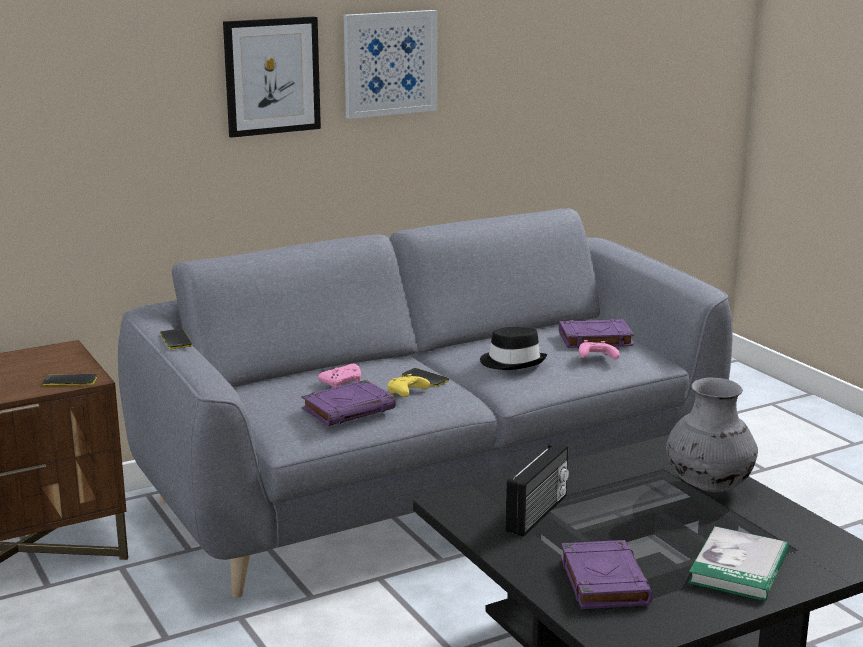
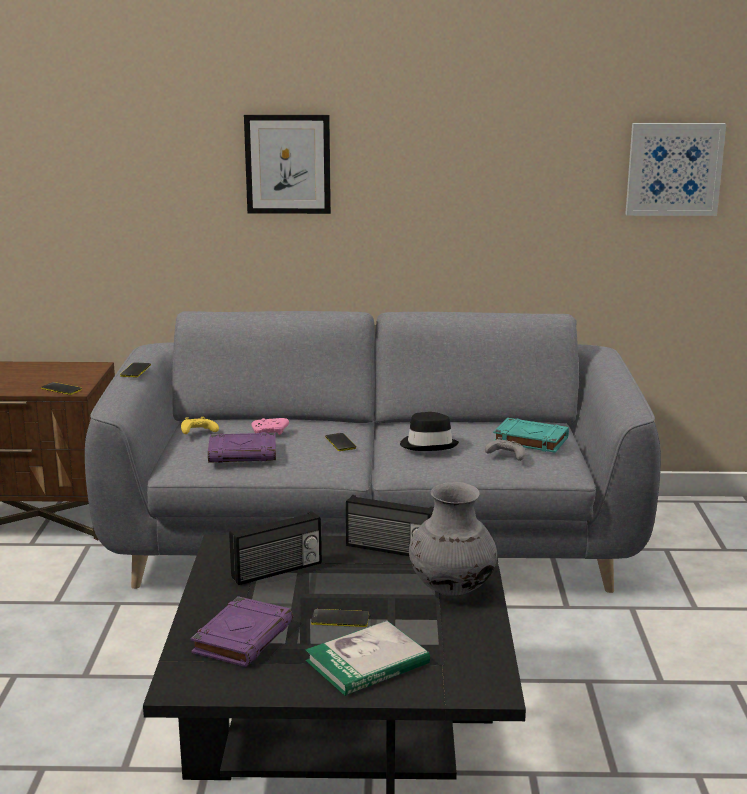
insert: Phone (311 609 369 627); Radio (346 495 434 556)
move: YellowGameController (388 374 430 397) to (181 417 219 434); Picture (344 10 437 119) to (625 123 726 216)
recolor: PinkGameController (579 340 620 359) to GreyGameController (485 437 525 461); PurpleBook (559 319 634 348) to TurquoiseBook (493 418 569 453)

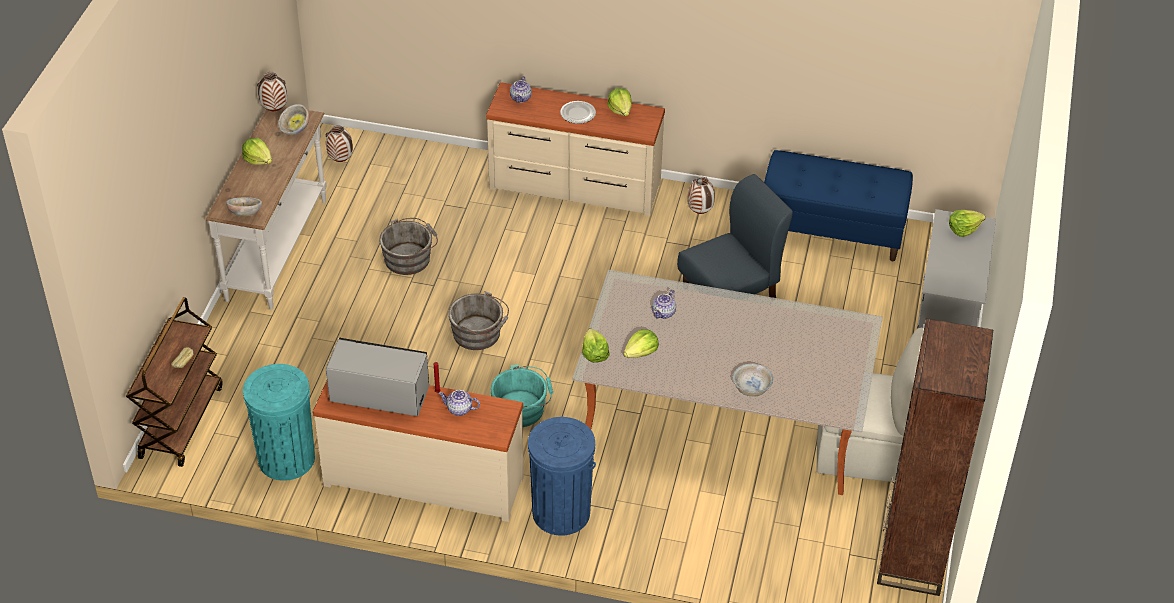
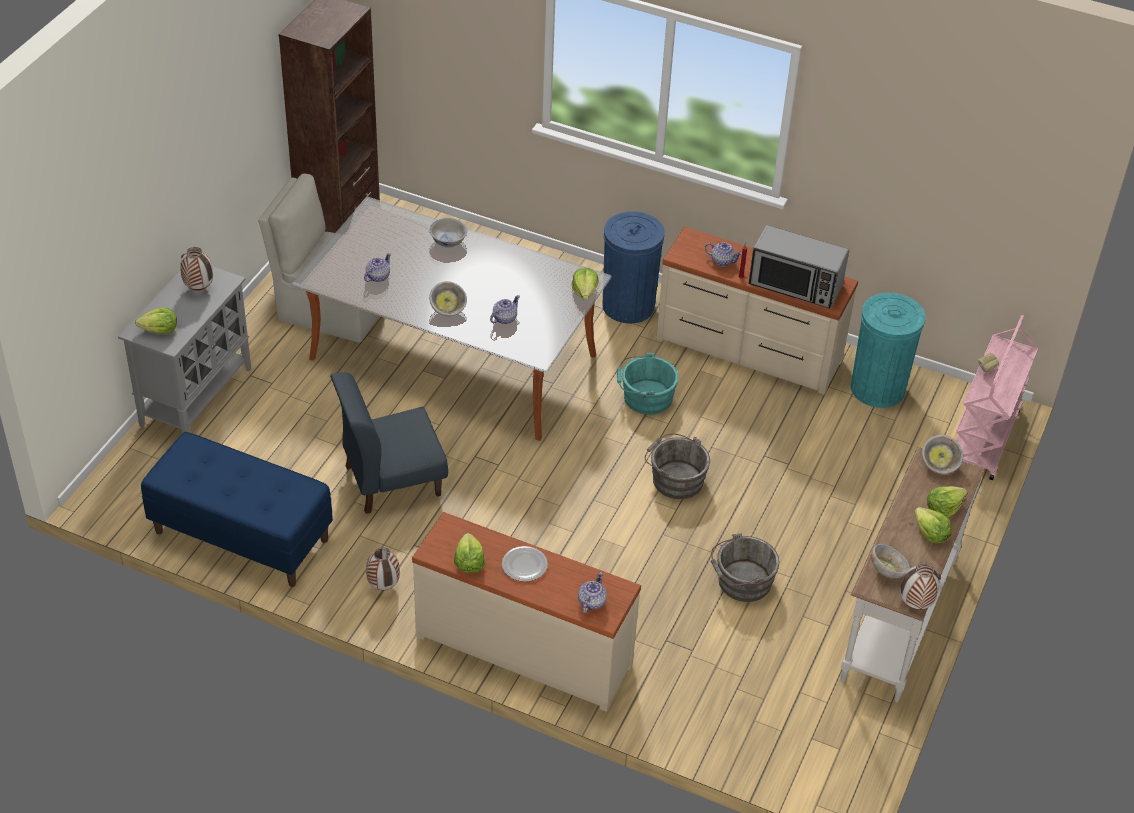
insert: Teapot (364 253 391 282); Bowl (429 281 467 317)
move: Vase (326 125 353 162) to (180 247 213 291); Lettuce (623 329 659 358) to (927 486 967 518)
recolor: BrownCart (126 297 223 467) to PinkCart (956 315 1038 480)

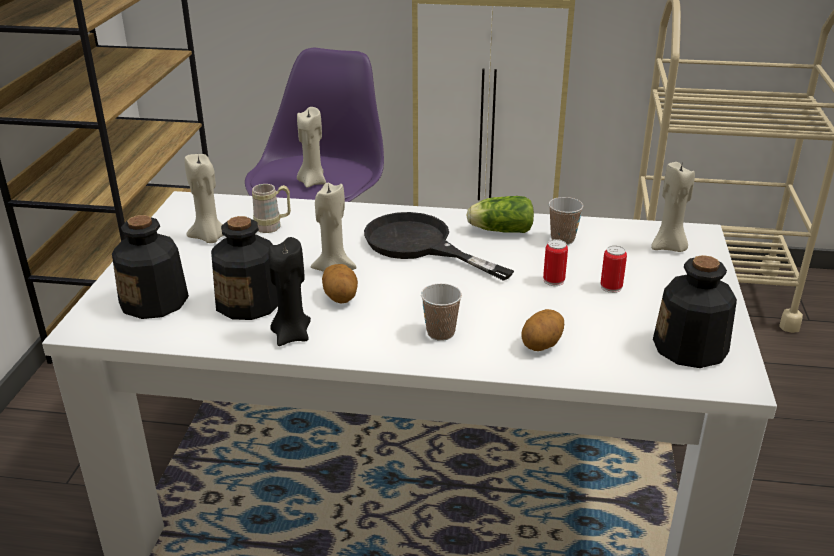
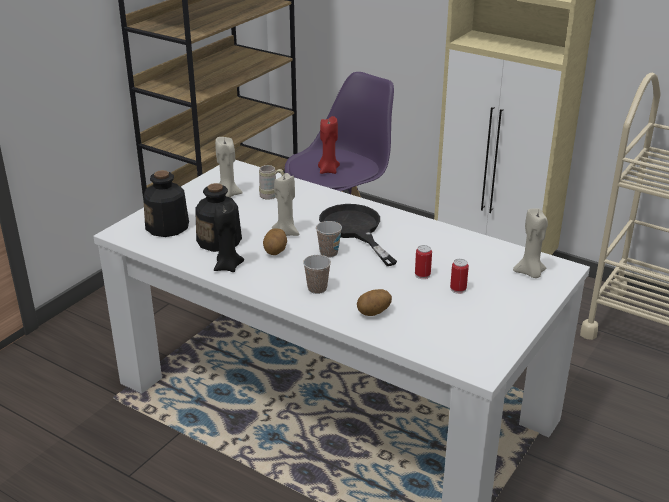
delete: Lettuce (466 196 534 233); Bottle (653 255 737 368)
move: Cup (549 197 584 245) to (316 221 342 258)
recolor: BeigeCandle (297 107 326 188) to RedCandle (318 116 340 174)

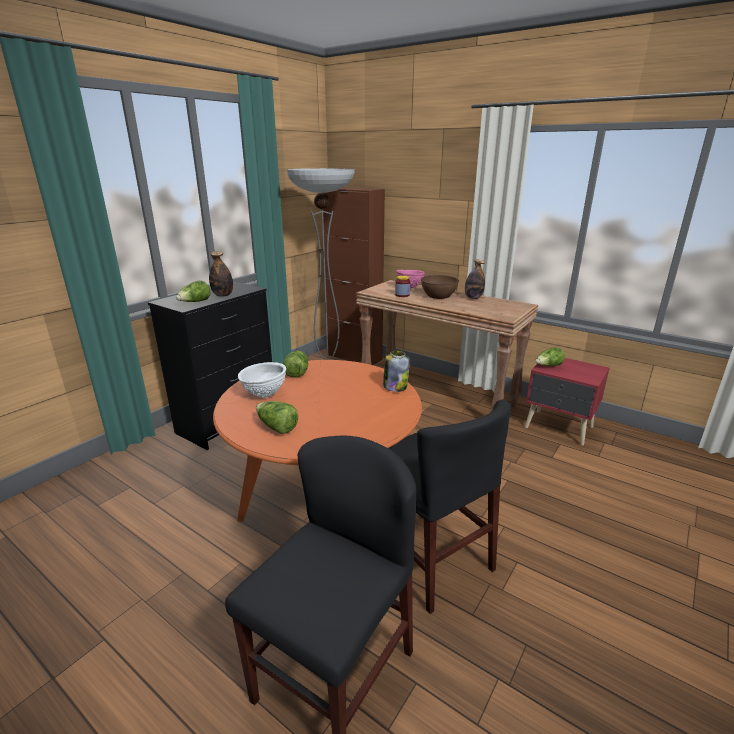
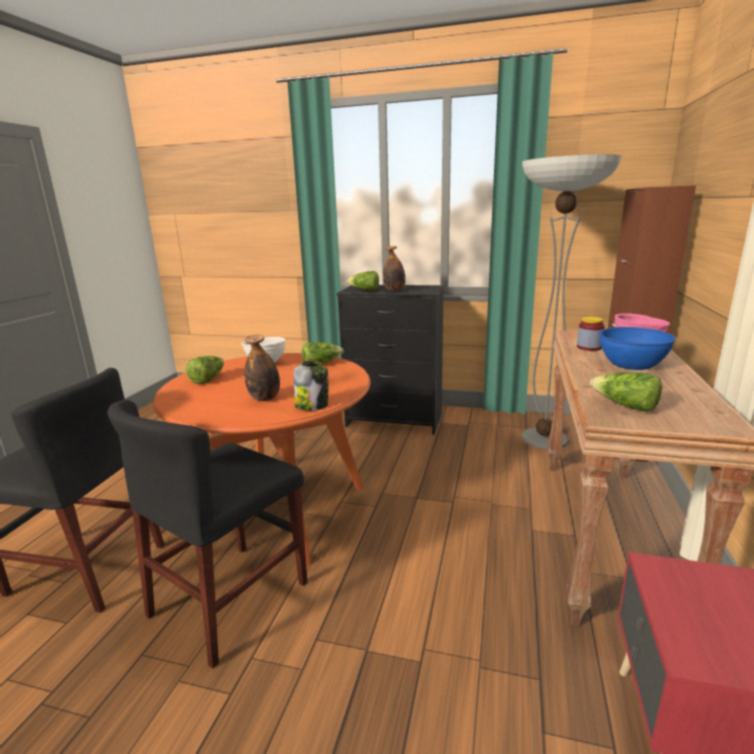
move: Bottle (465 259 485 299) to (245 334 280 401); Lettuce (535 347 565 366) to (590 372 662 412)
recolor: BrownBowl (421 275 459 299) to BlueBowl (599 327 676 370)

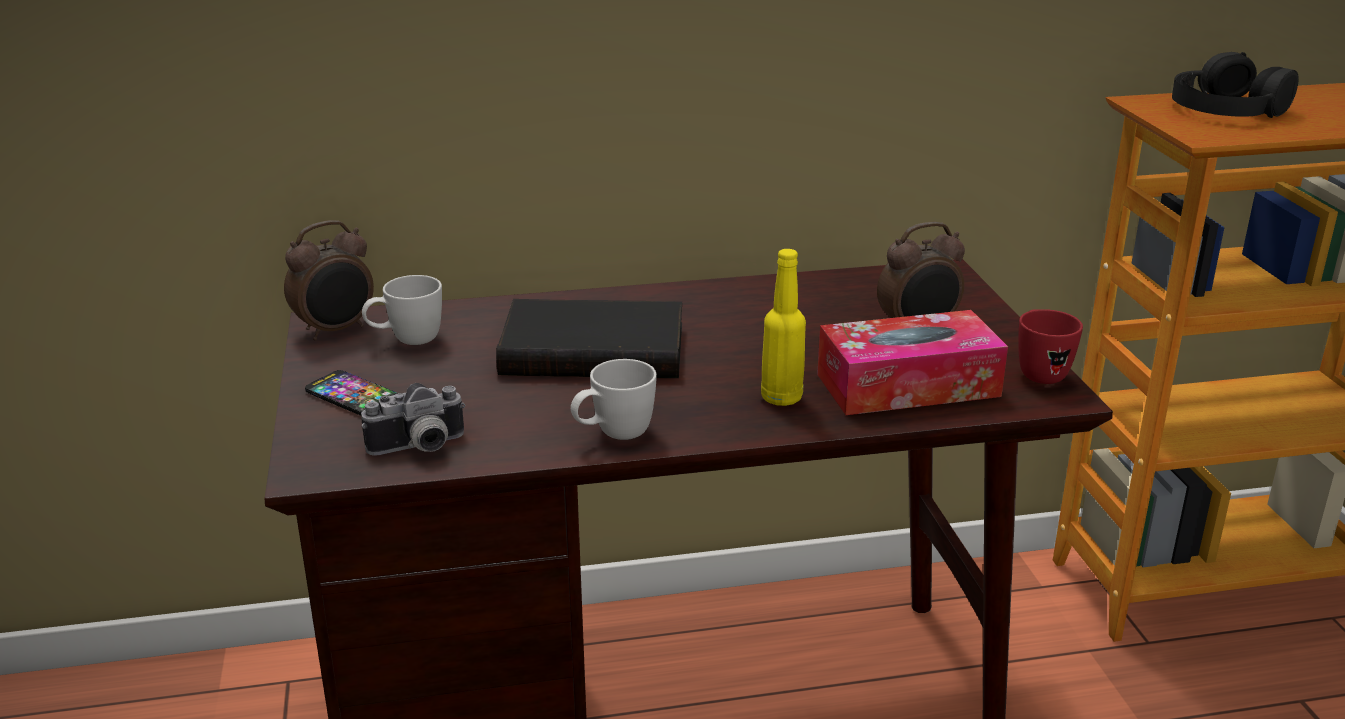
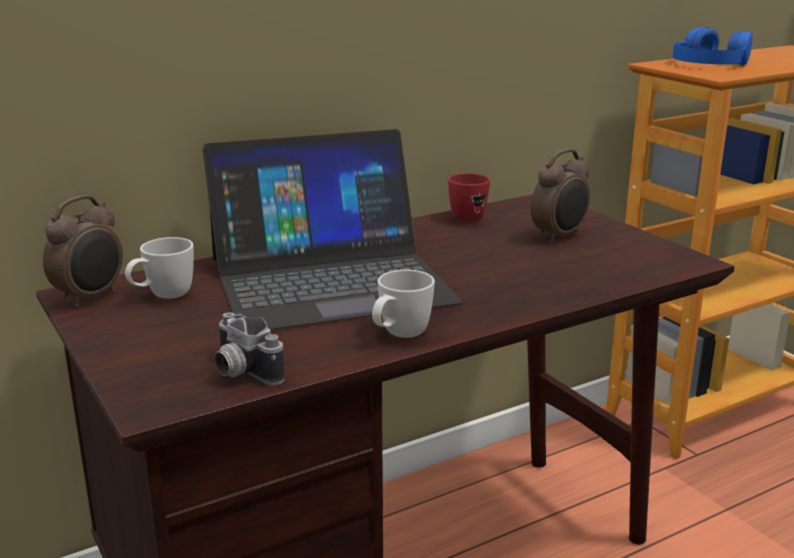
delete: Phone (305 370 398 416); YellowBottle (761 249 806 406); TissueBox (817 310 1008 415)
move: RedMug (1018 309 1083 384) to (448 173 490 222)
replace: BlackBook (496 299 682 378) to Laptop (203 129 462 330)
recolor: BlackHeadphones (1172 52 1299 118) to BlueHeadphones (673 27 753 66)
rotate: PhotoCamera (361 383 466 456) = (214 312 285 385) 90 degrees clockwise

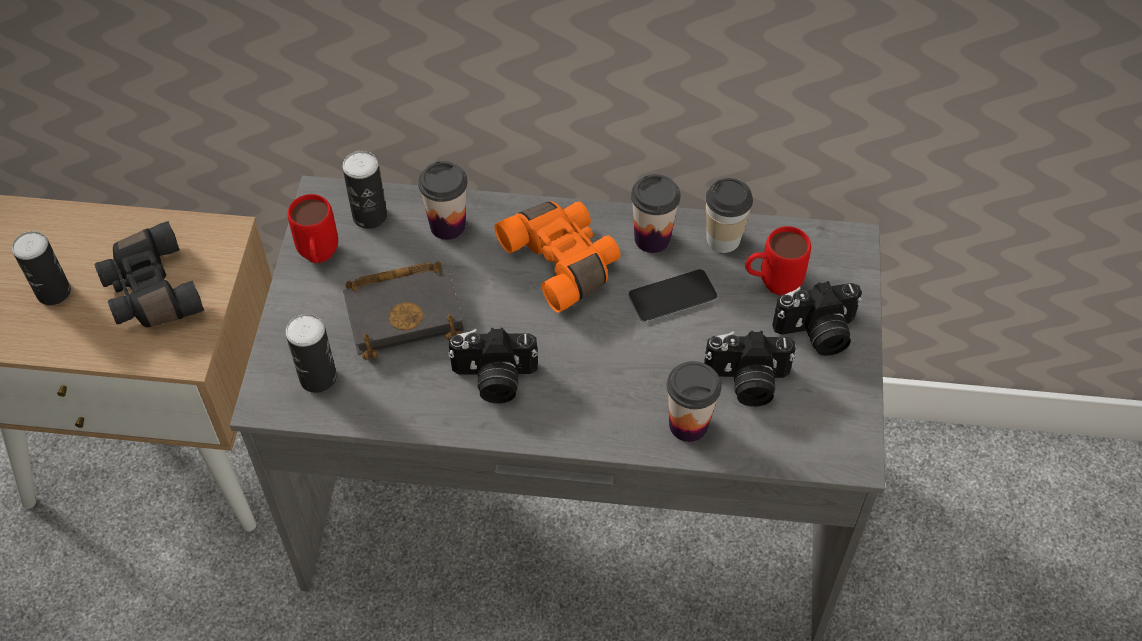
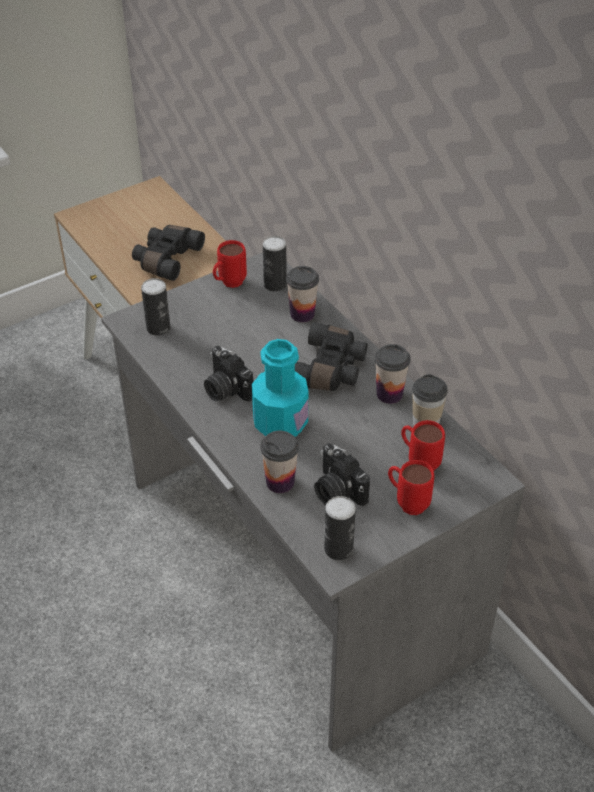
delete: BlackBook (343 261 464 360); Phone (628 269 717 322)
insert: TurquoiseBottle (252 339 308 437)
move: Can (12 231 71 305) to (324 496 356 560)
replace: PhotoCamera (772 281 862 356) to RedMug (388 460 434 515)
recolor: OrangeBinoculars (494 201 620 313) to BlackBinoculars (295 322 368 391)

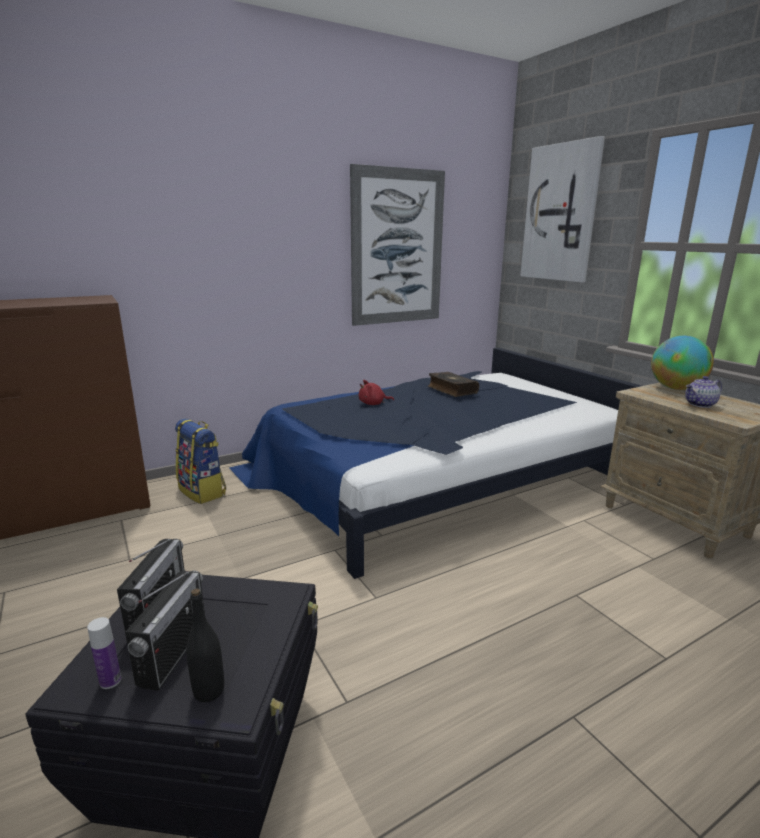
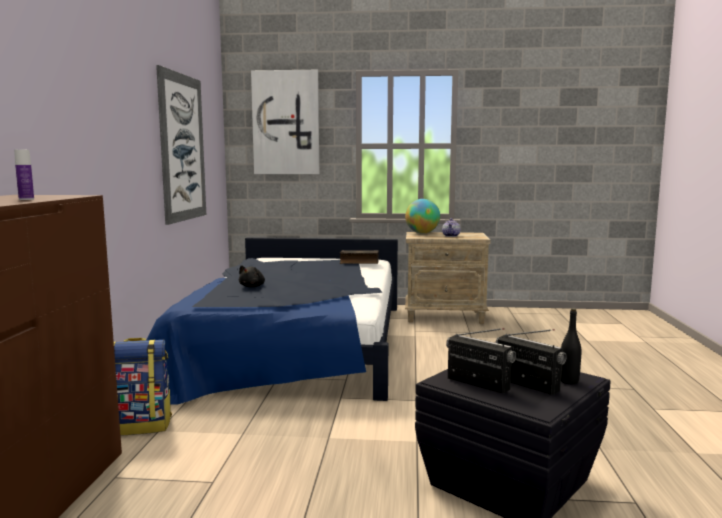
move: Bottle (87 617 121 689) to (14 150 34 200); Book (428 372 479 397) to (339 250 379 264)
recolor: RedPlushToy (359 380 394 405) to BlackPlushToy (239 265 265 287)

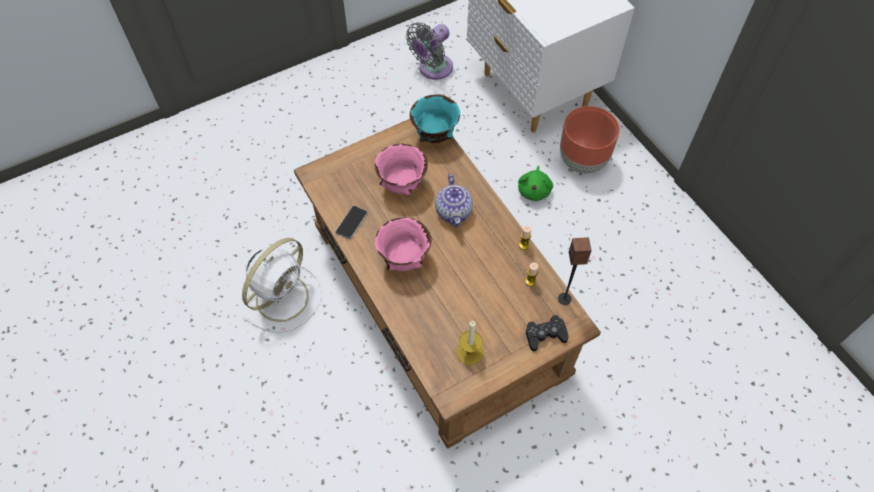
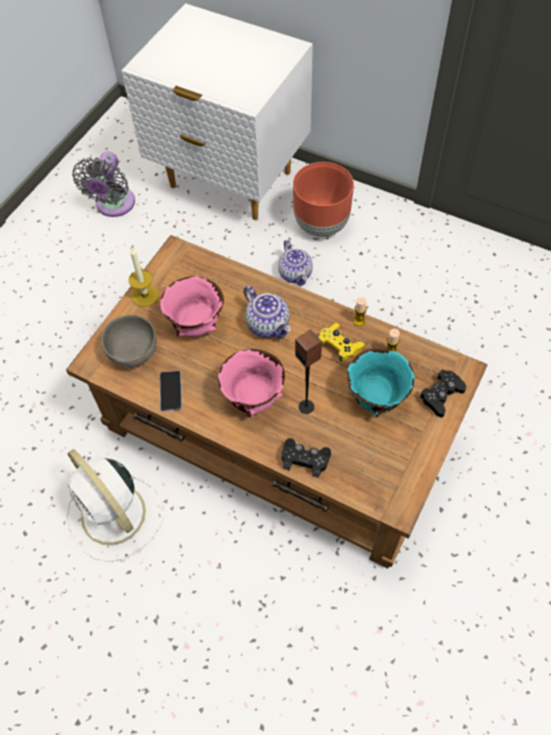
insert: GreyBowl (101 315 157 367); BlackGameController (281 438 331 478); YellowGameController (319 323 365 363)
move: Candle (456 321 484 365) to (129 248 159 307); Speaker (558 237 592 305) to (295 330 322 414); TurquoiseBowl (410 95 460 143) to (347 348 415 418)
replace: GreenPlushToy (518 166 553 201) to Teapot (278 240 313 286)
rotate: WhiteFan (242 238 322 333) = (66 449 164 562) 135 degrees clockwise

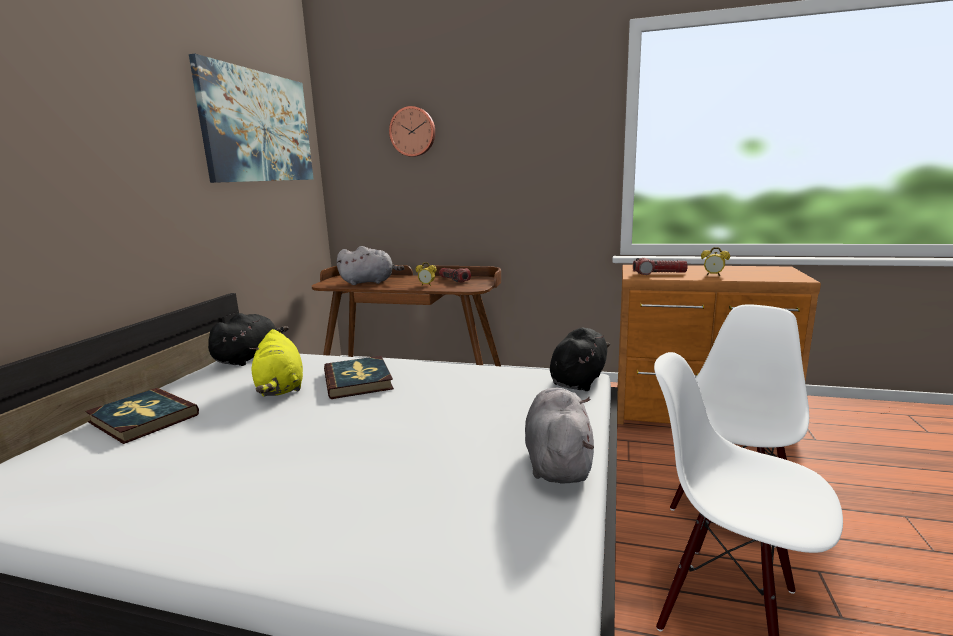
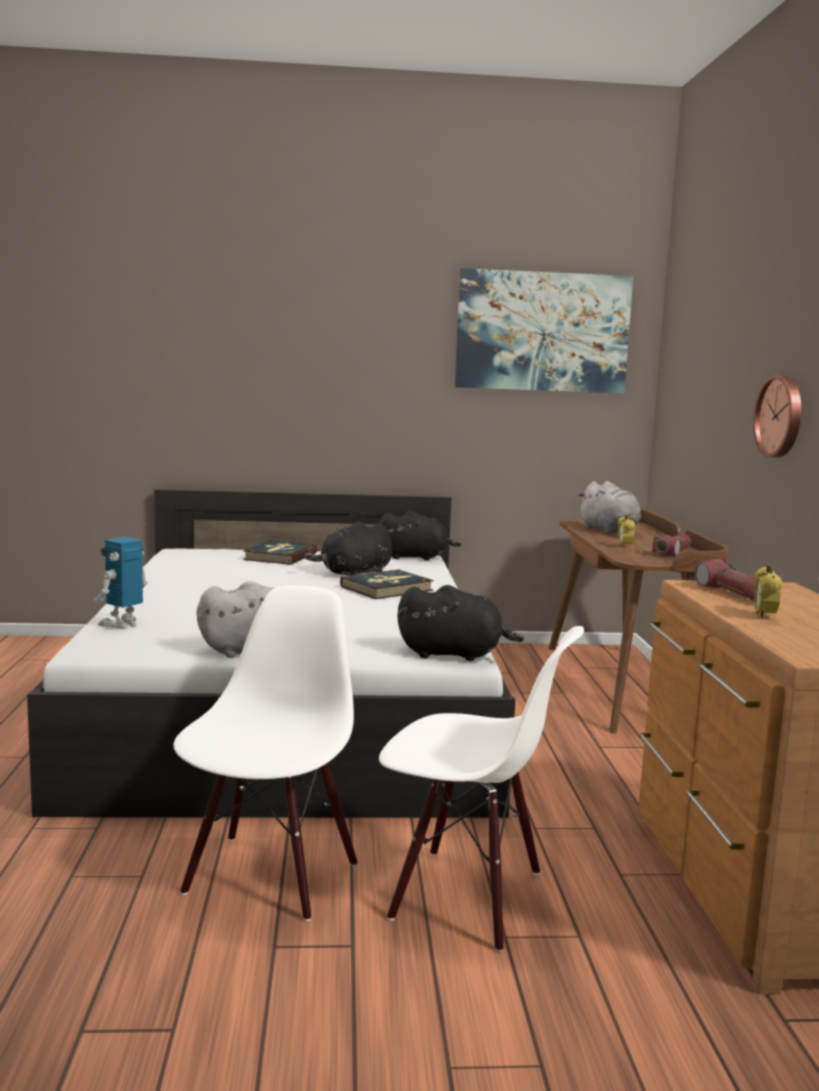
insert: ToyRobot (94 537 148 629)
move: WallClock (389 106 435 157) to (753 375 801 458)
recolor: YellowPlushToy (249 329 303 397) to BlackPlushToy (305 521 392 576)

